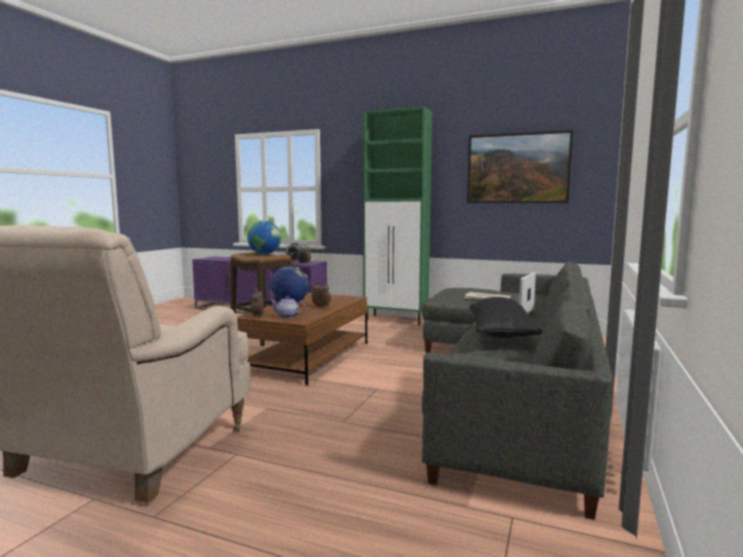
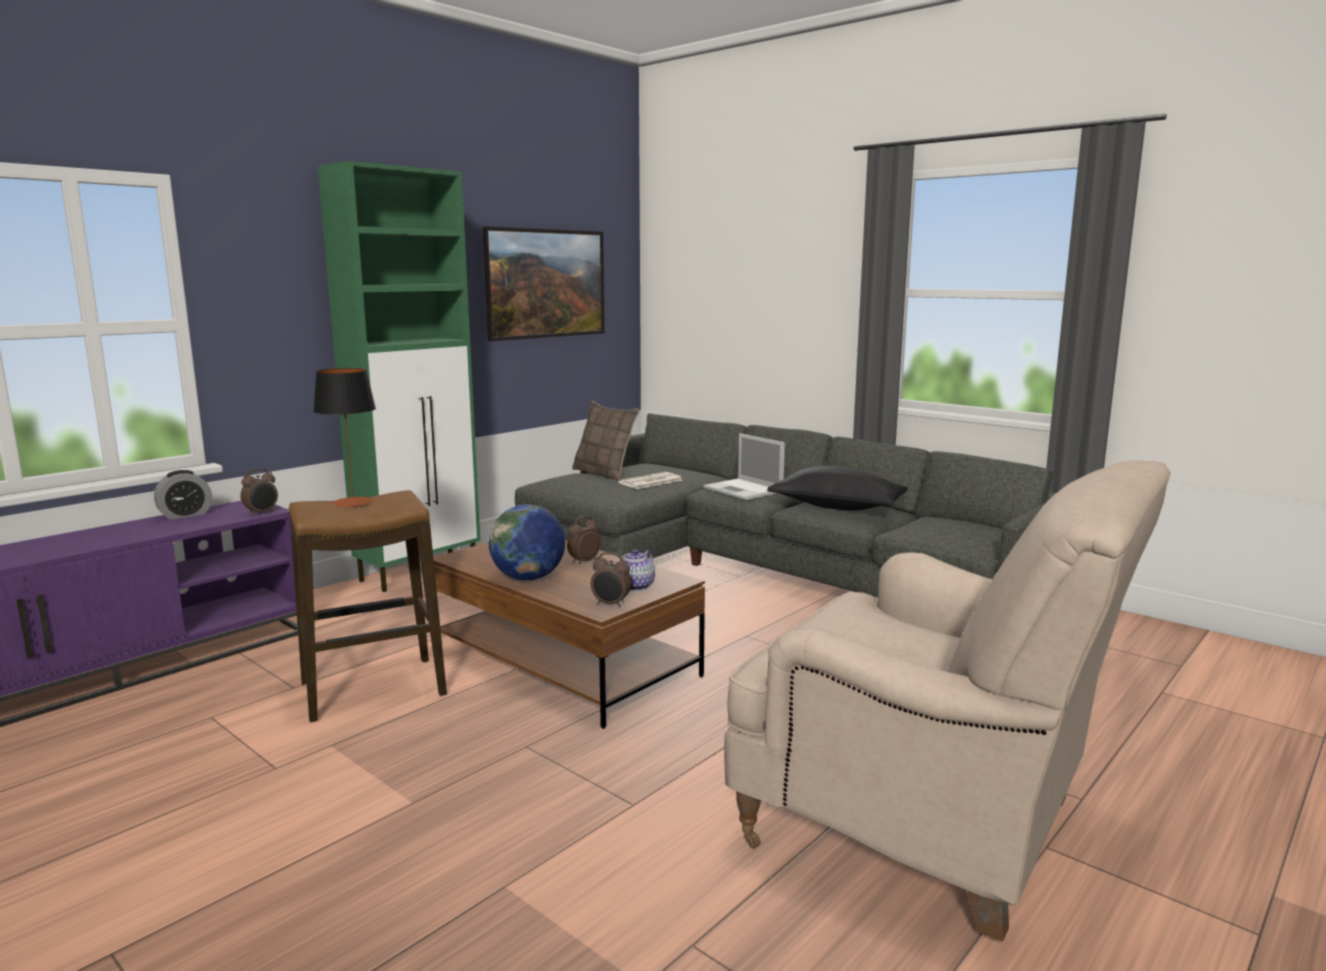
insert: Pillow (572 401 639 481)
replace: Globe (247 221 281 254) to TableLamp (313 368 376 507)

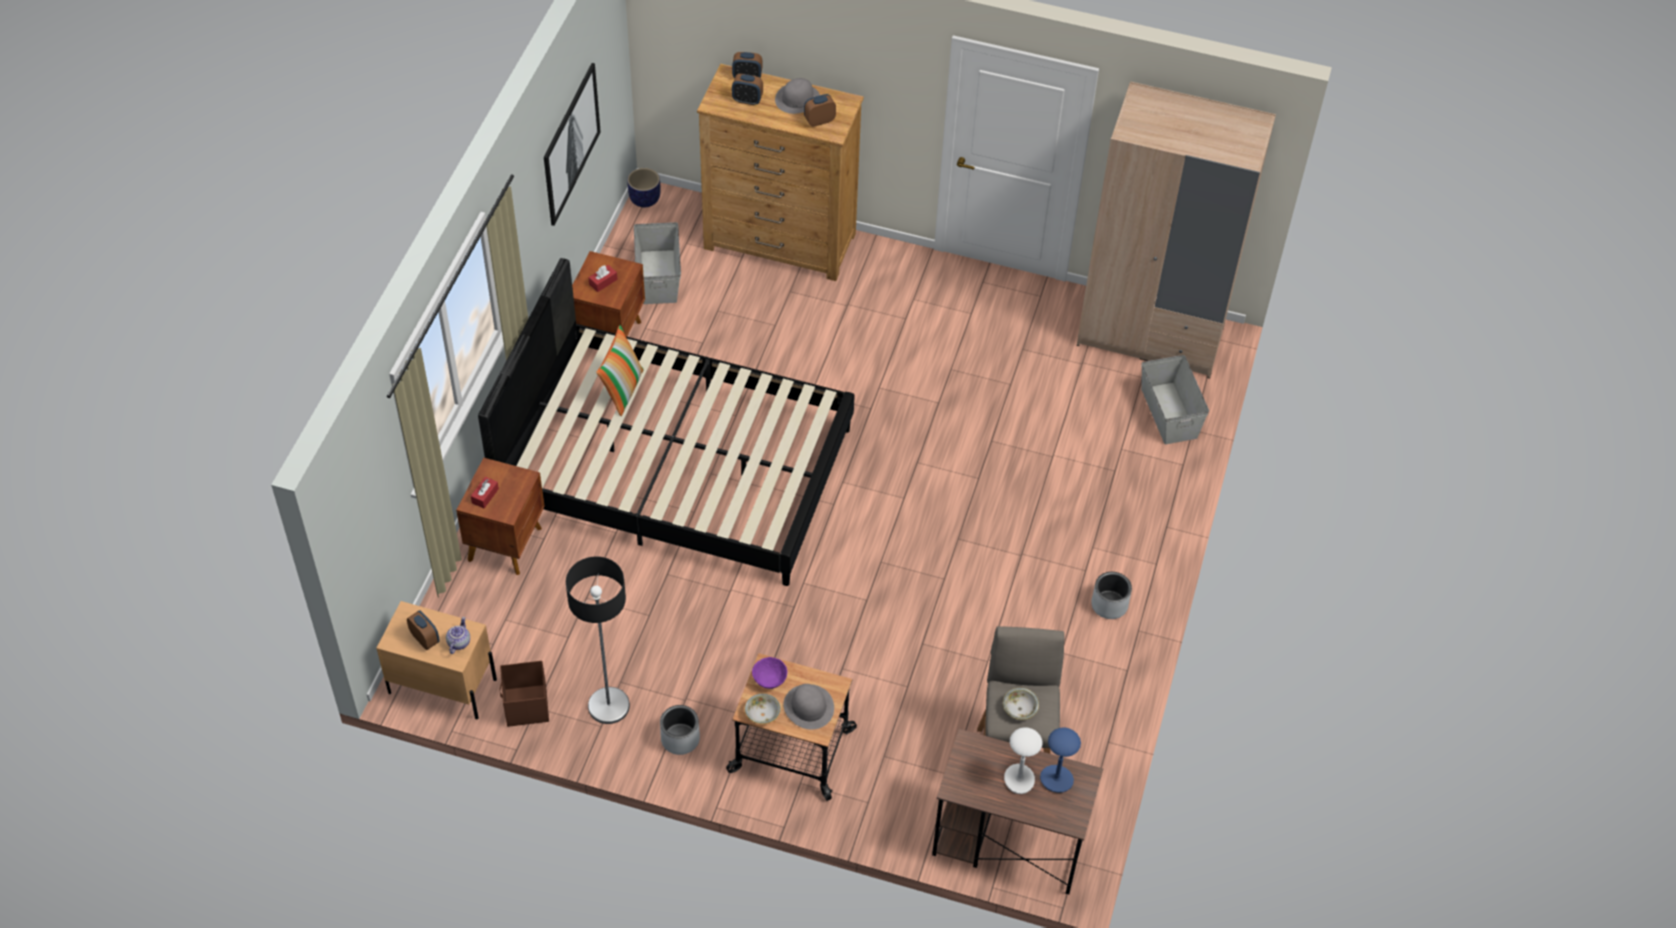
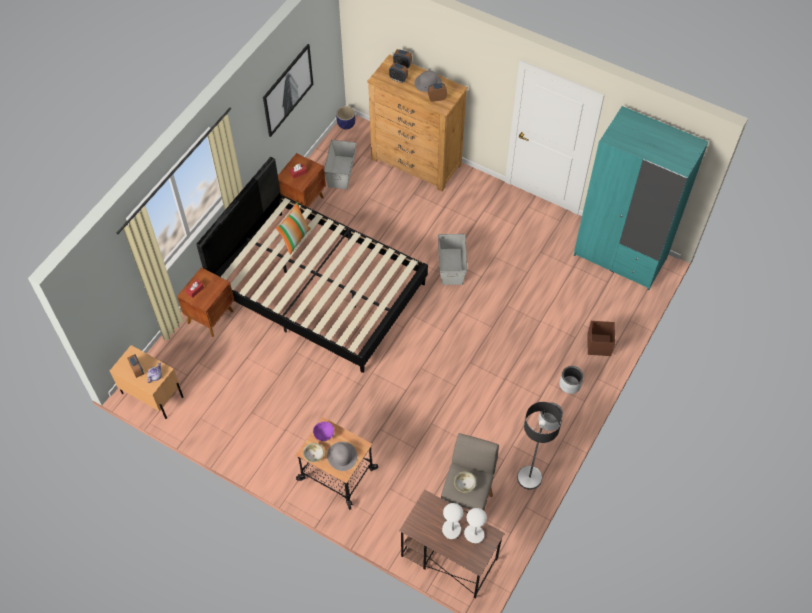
move: GreyStorageBox (1141 355 1209 444) to (438 234 467 285); FloorLamp (566 557 630 724) to (517 402 562 490); GreyPlanter (660 705 700 755) to (559 366 584 394); BrownStorageBox (500 661 549 727) to (587 321 615 356)
recolor: BlueTableLamp (1040 727 1081 793) to WhiteTableLamp (464 508 487 543); BeigeWardrobe (1077 81 1276 379) to TurquoiseWardrobe (574 106 708 290)

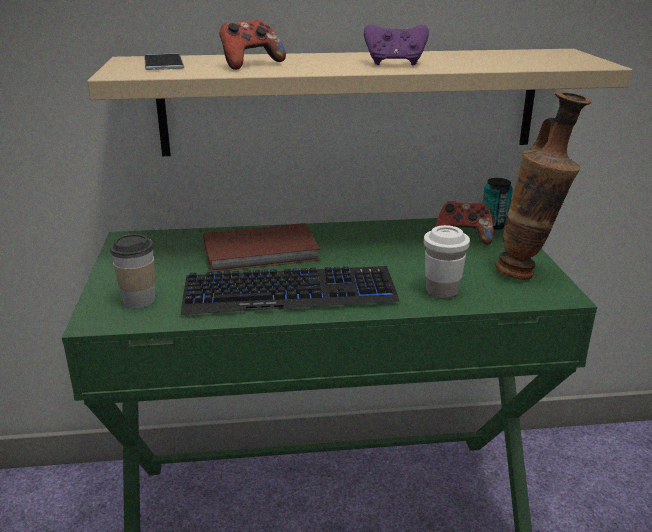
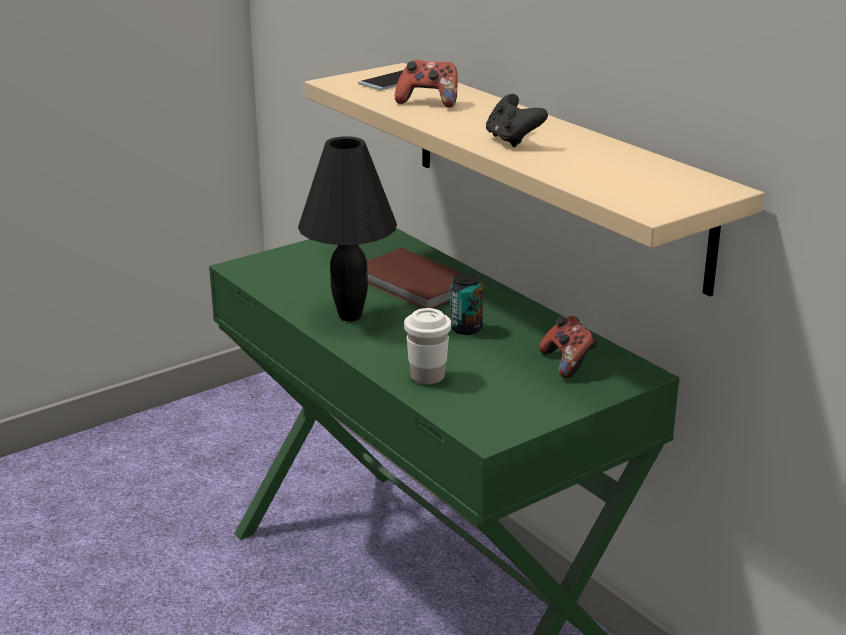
delete: Cup (110 234 155 308); Vase (495 92 592 280)
move: Can (483 178 513 230) to (450 273 483 335)
replace: Keyboard (181 266 399 315) to BlackTableLamp (298 136 397 321)
recolor: PurpleGameController (364 24 429 66) to BlackGameController (486 94 548 147)

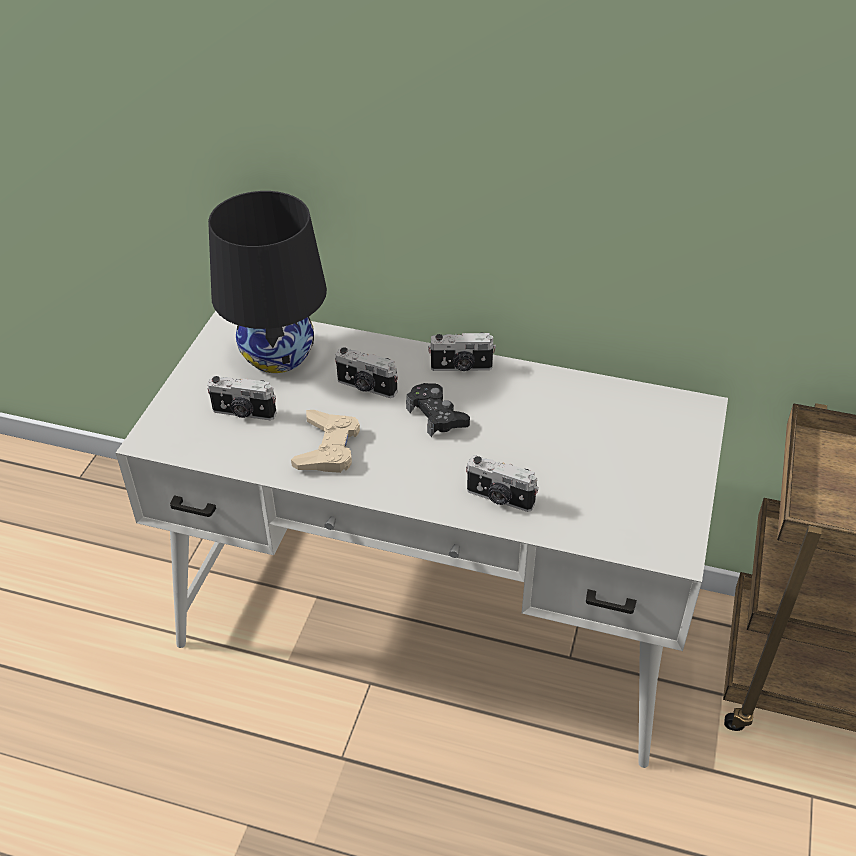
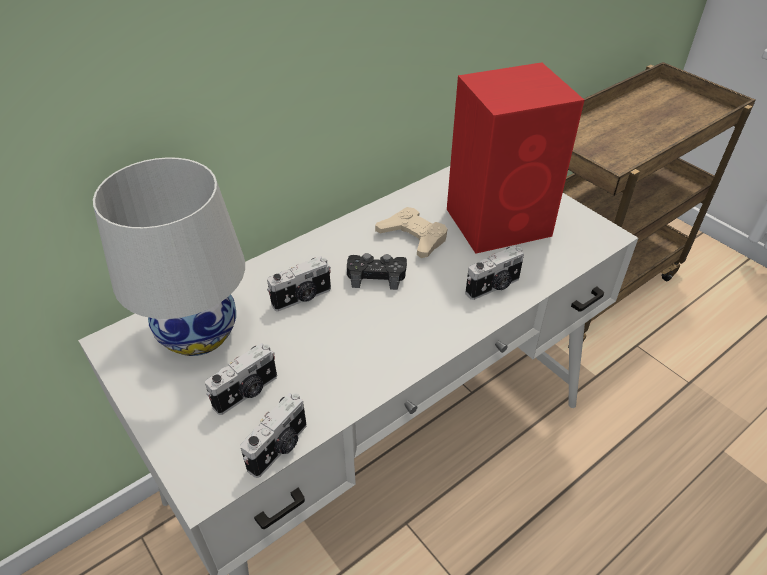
insert: RedSpeaker (447 62 584 254)
move: PhotoCamera (428 333 496 371) to (240 393 306 478); BeigeGameController (291 410 360 473) to (375 207 448 258)
recolor: BlackTableLamp (208 191 327 373) to WhiteTableLamp (93 157 245 356)

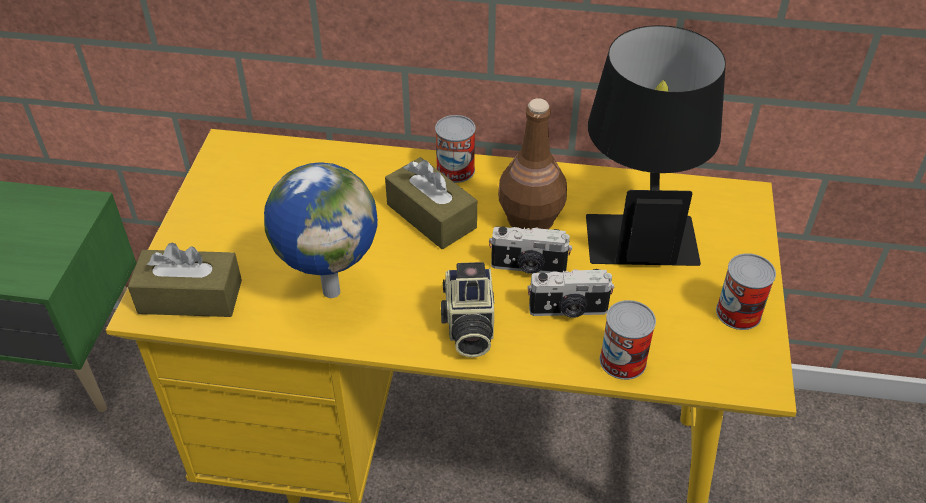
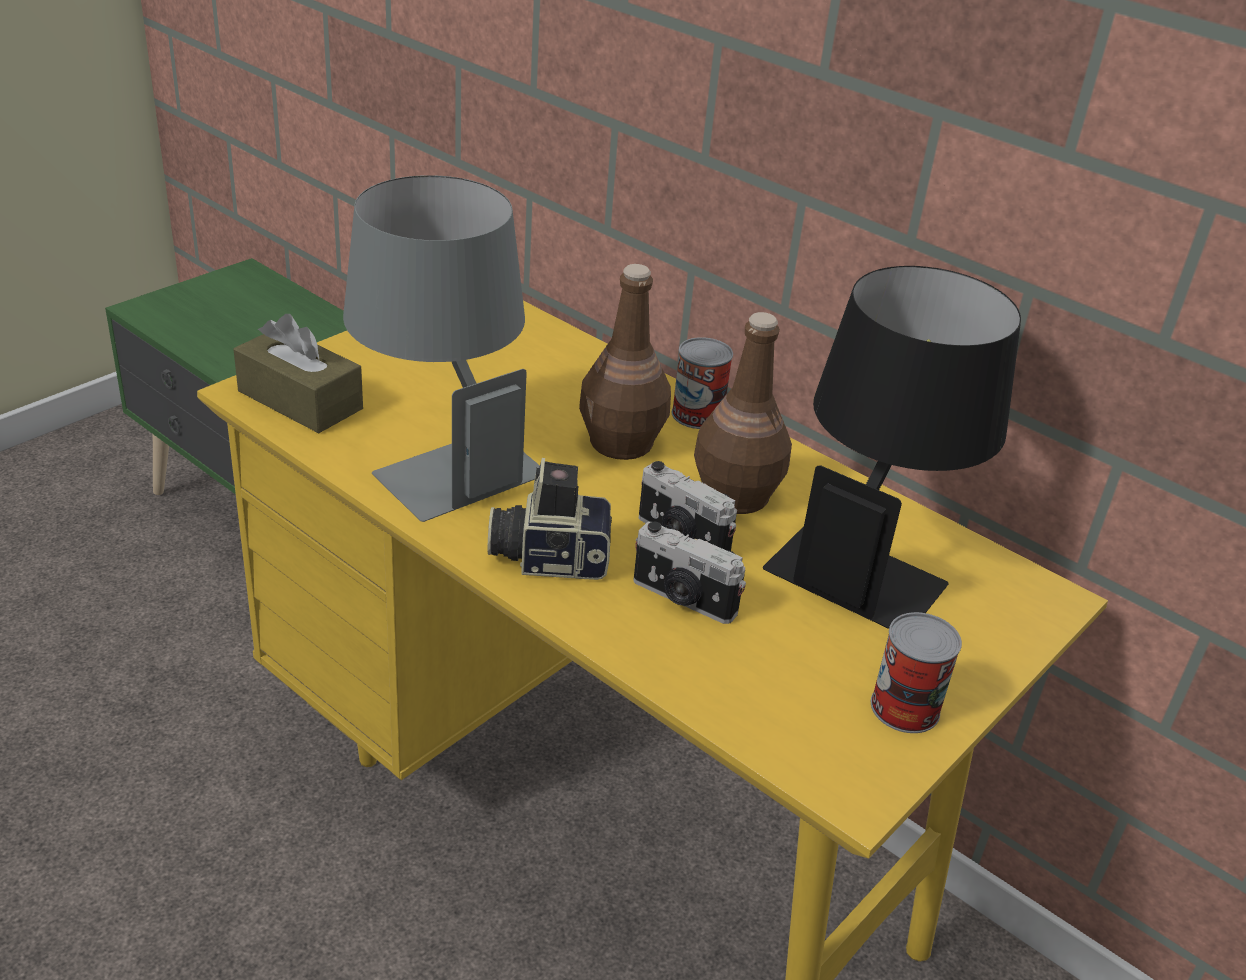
delete: Can (600 300 656 380)
replace: Globe (264 162 378 298) to GreyTableLamp (343 175 540 522); BrownTissueBox (385 157 477 249) to BrownBottle (579 264 671 460)
rotate: PhotoCamera (441 262 495 358) = (488 458 612 580) 60 degrees clockwise

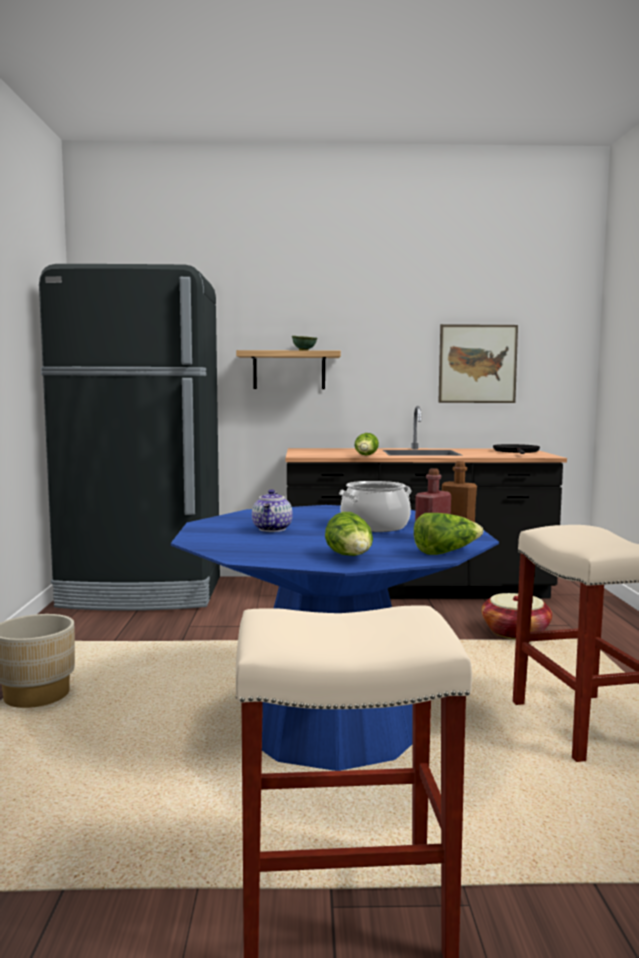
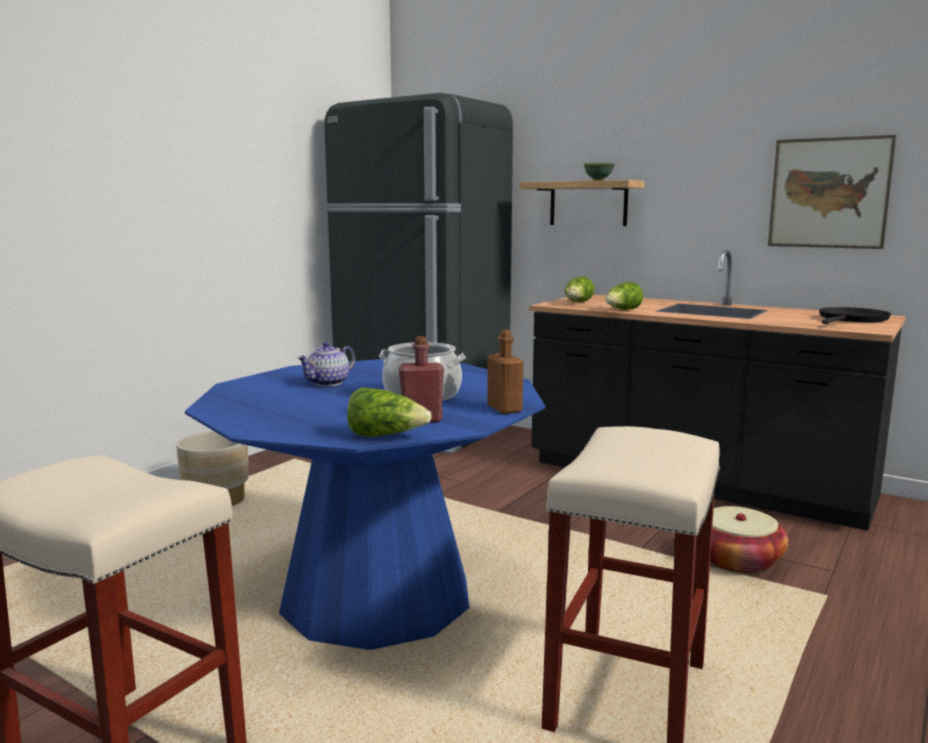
move: Lettuce (325 512 373 556) to (565 276 595 302)

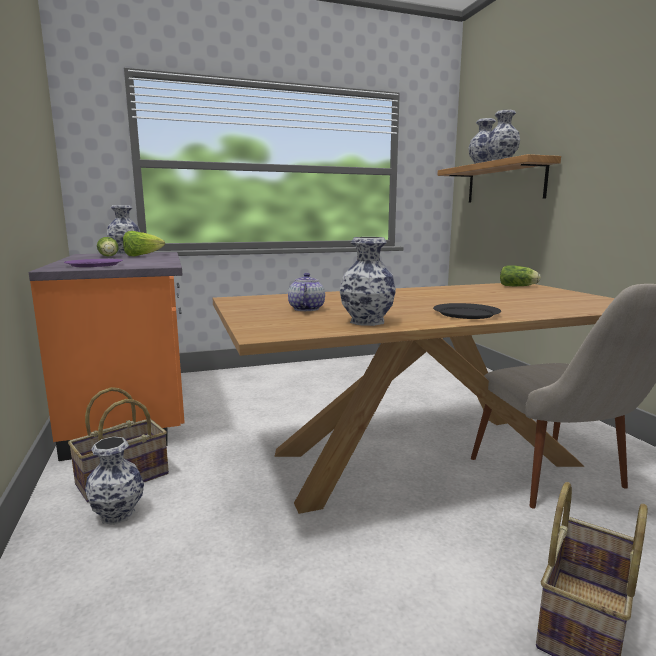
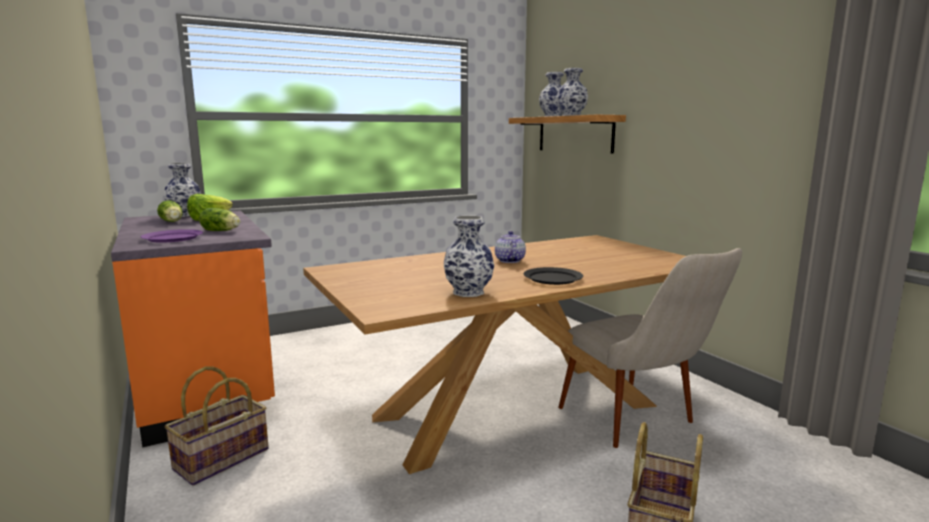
delete: Vase (85 437 144 525)
move: Lettuce (500 265 541 286) to (199 208 240 231); Teapot (288 273 325 311) to (495 231 526 263)

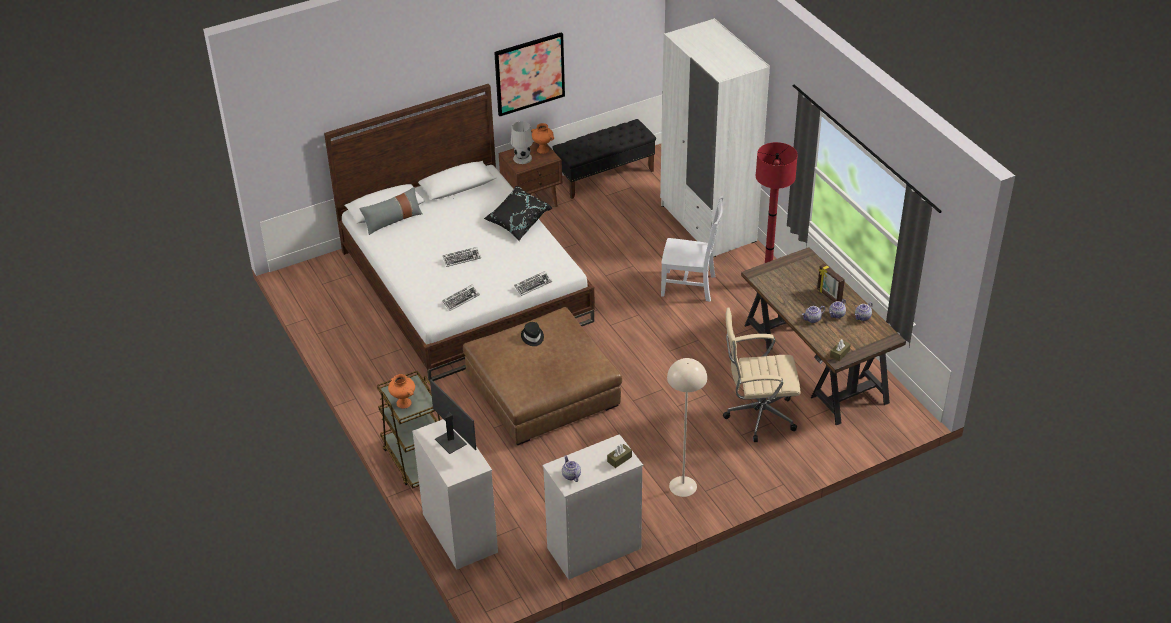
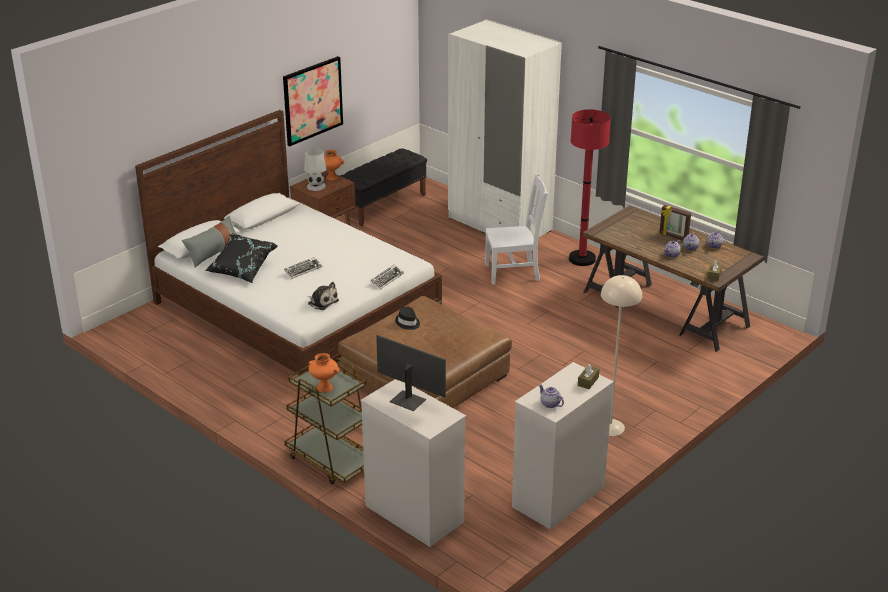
delete: BeigeOfficeChair (723 307 801 442)
move: BlackPillow (484 186 552 241) to (205 233 278 283)
replace: Keyboard (442 285 480 311) to PlushToy (308 282 339 310)

